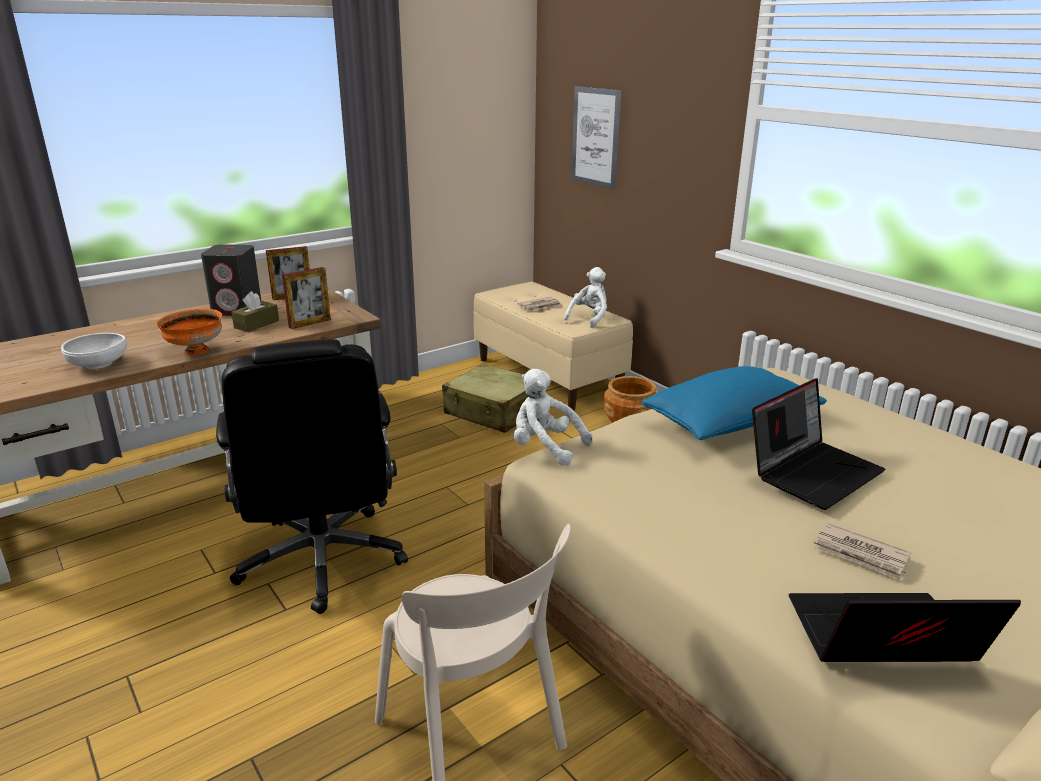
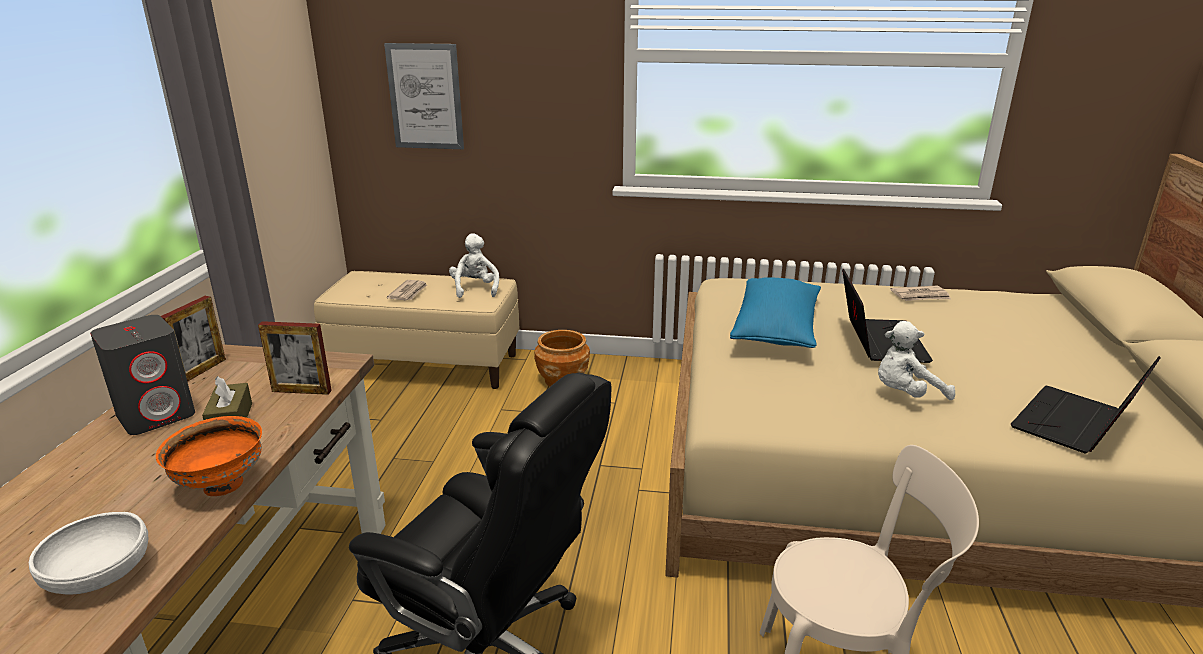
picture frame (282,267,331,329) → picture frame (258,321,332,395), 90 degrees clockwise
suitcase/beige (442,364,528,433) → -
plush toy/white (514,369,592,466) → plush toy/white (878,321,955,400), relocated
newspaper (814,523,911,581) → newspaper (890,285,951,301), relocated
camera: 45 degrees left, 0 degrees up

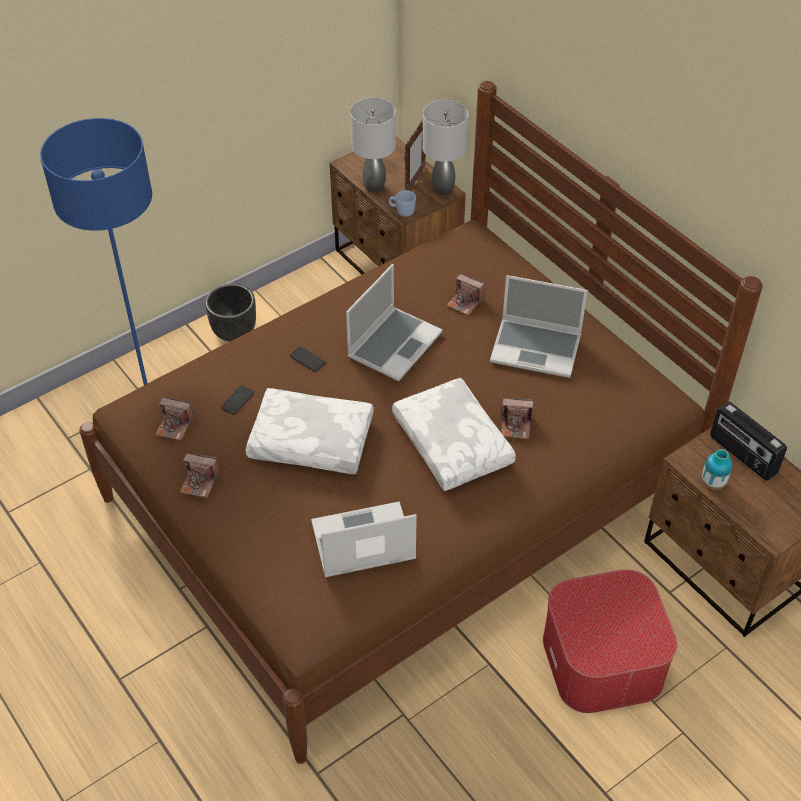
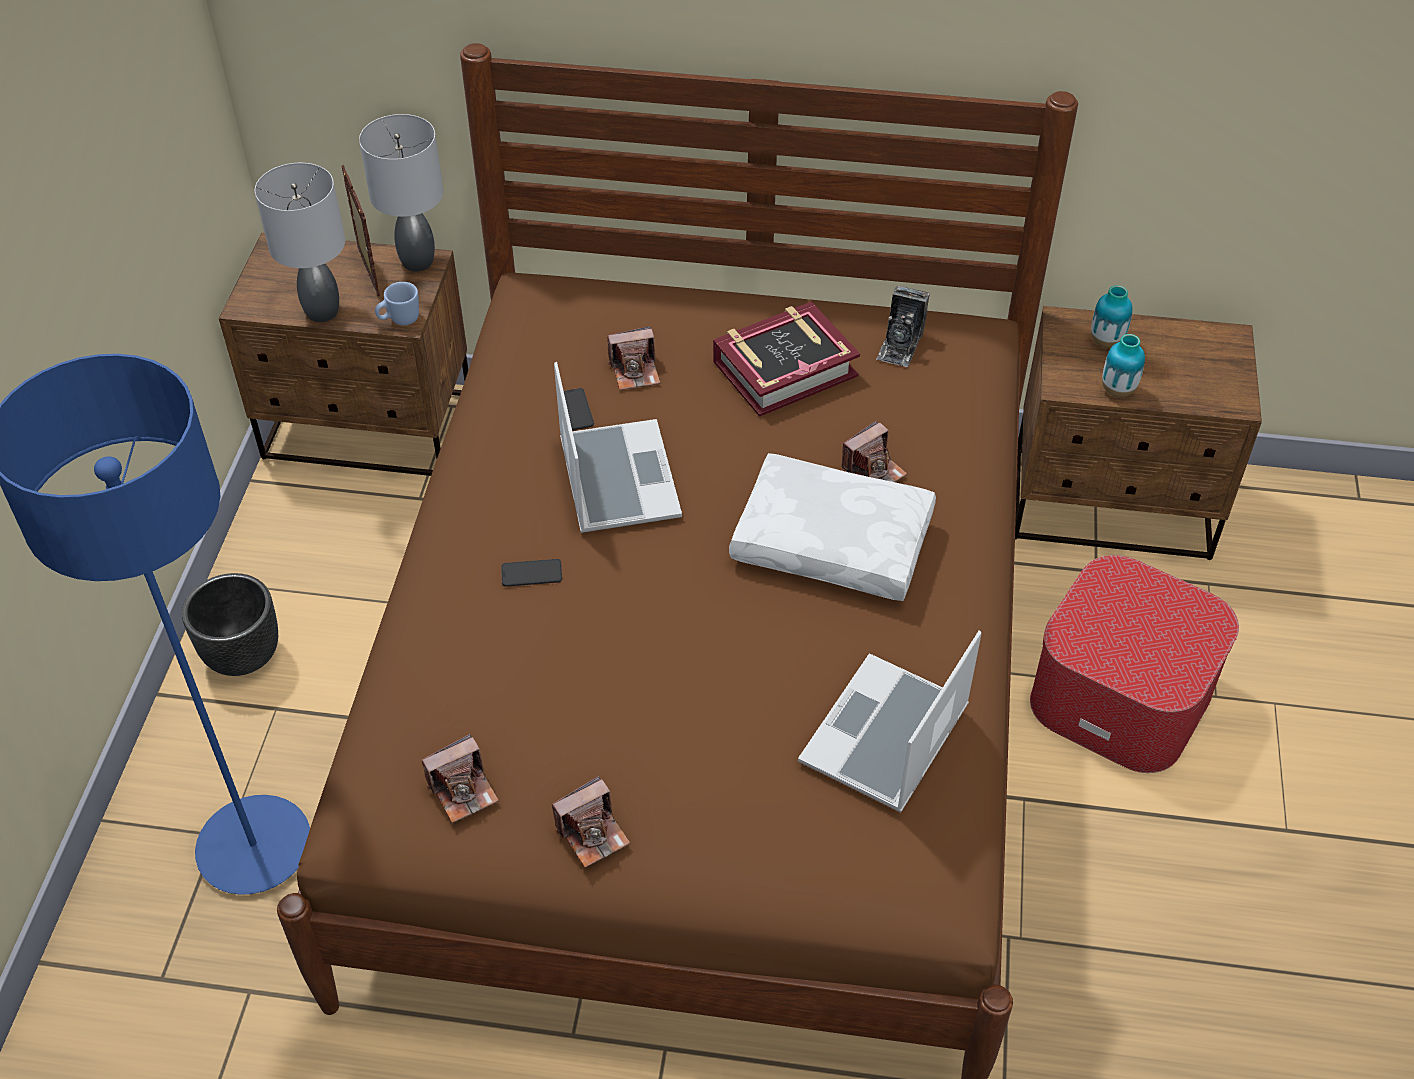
phone (221,385,254,415) → phone (564,388,594,430), relocated
pillow/white (245,388,374,474) → -
laptop (490,275,588,378) → book (713,301,860,417)
radio (710,402,787,481) → vase (1091,285,1132,348)
- → photo camera (876,286,930,367)
camera: 45 degrees left, 0 degrees up

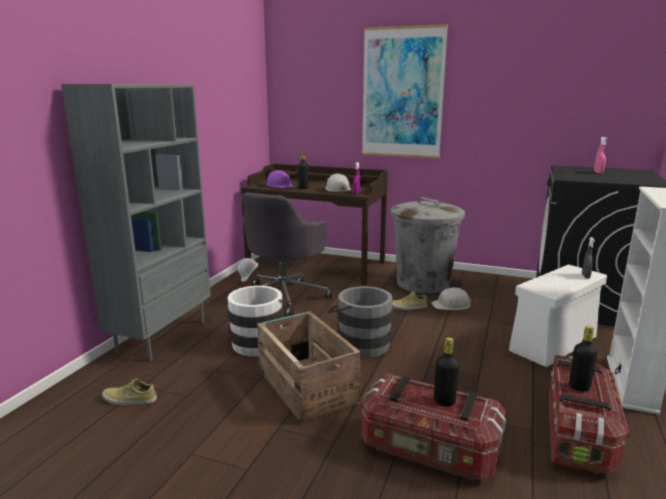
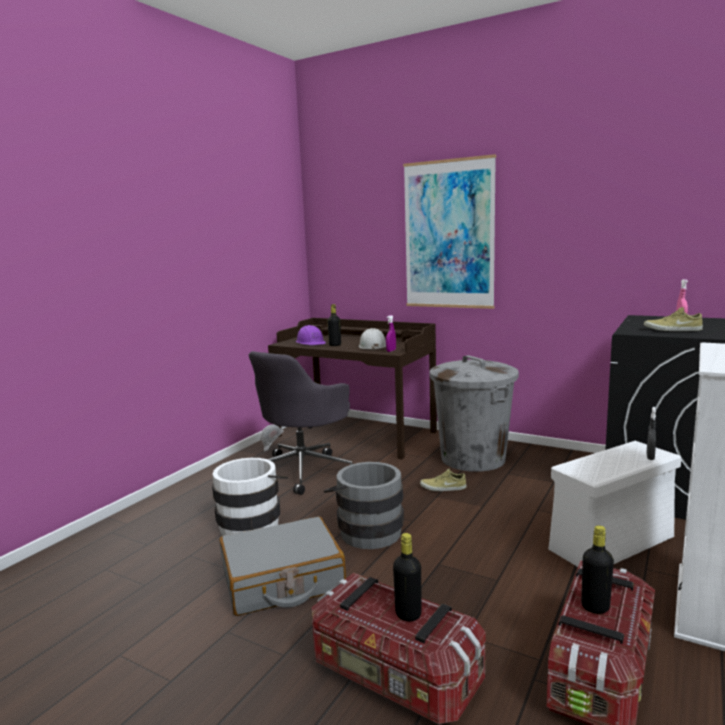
bookcase/grey (61,84,211,361) → -
shoe/beige (102,378,157,405) → shoe/beige (644,307,703,331), relocated
crate (257,311,361,423) → suitcase/grey (220,516,346,616)
hard hat/white (431,287,471,310) → -
camera: 10 degrees right, 5 degrees down

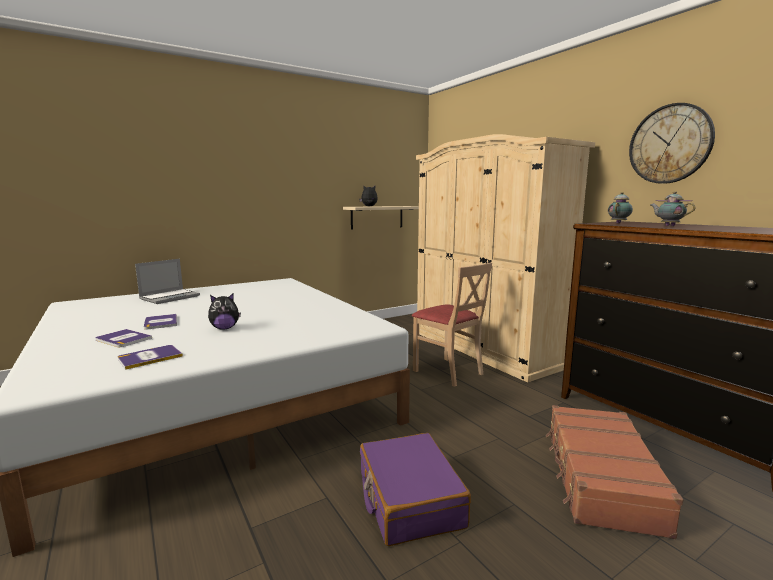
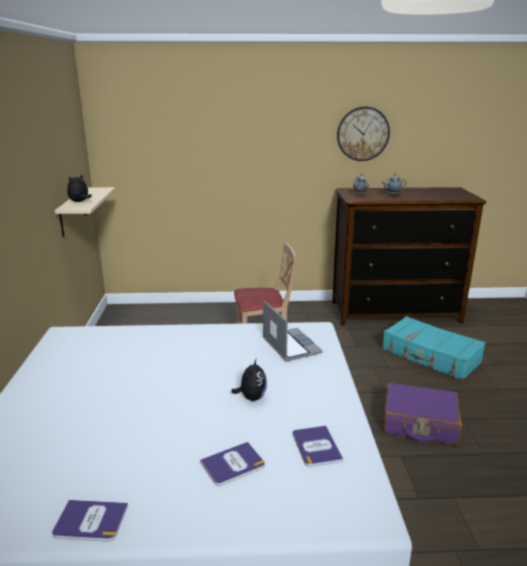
laptop (135,259,200,304) → laptop (263,300,323,361), relocated
book (144,314,177,330) → book (52,500,128,542), relocated
wardrobe/beige (416,134,595,383) → -
suitcase/brown (546,405,683,539) → suitcase/turquoise (382,316,486,381)
camera: 60 degrees left, 10 degrees up

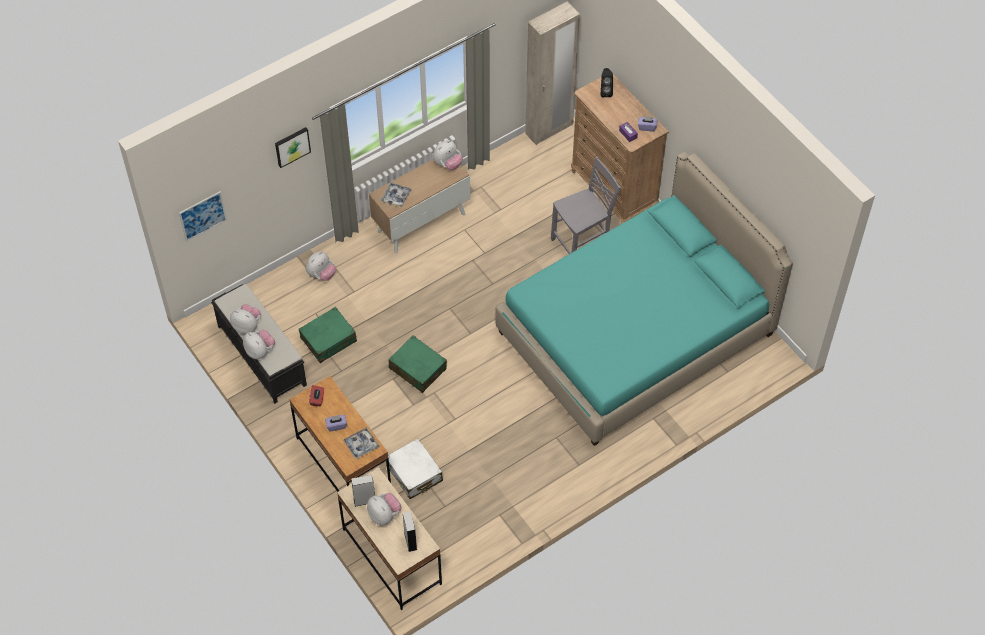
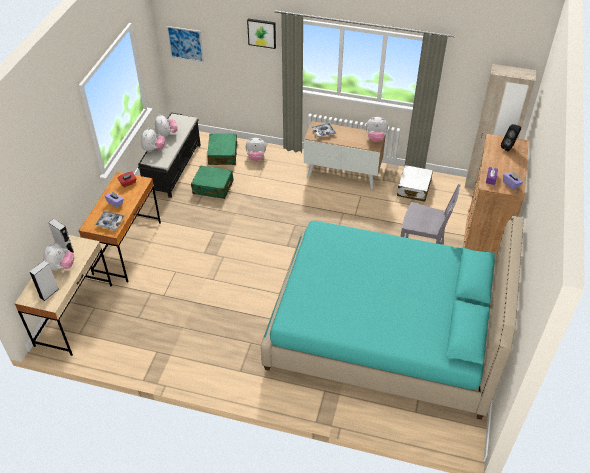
suitcase/white (386,439,443,499) → suitcase/white (397,165,433,202), relocated
suitcase/green (389,335,447,393) → suitcase/green (207,134,237,165), relocated
camera: 50 degrees right, 10 degrees down

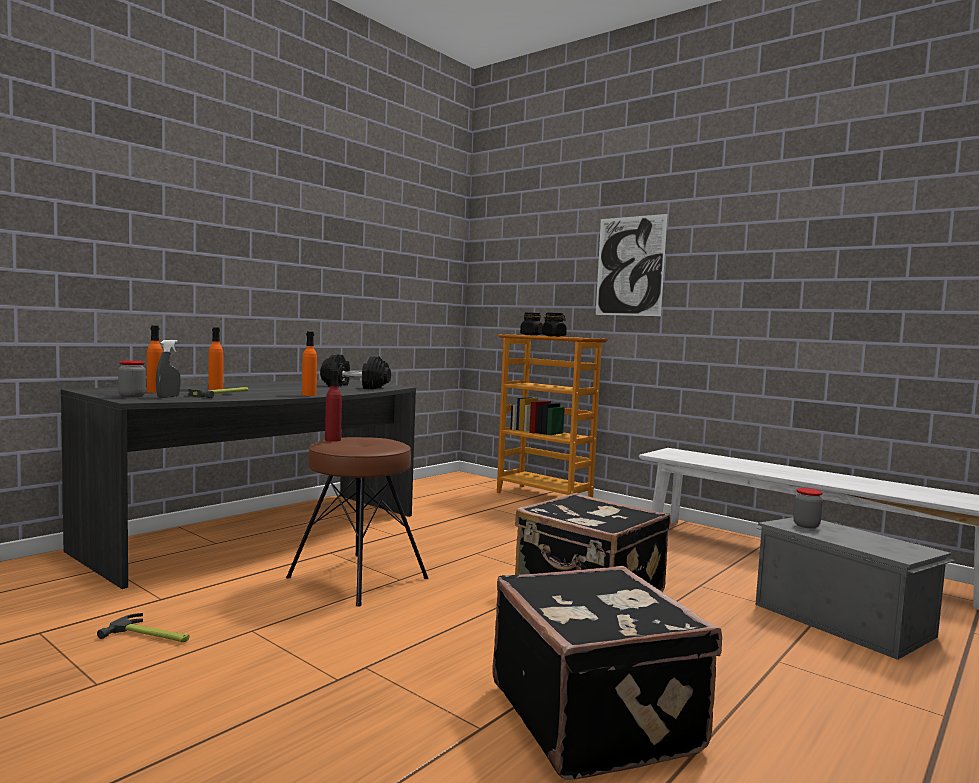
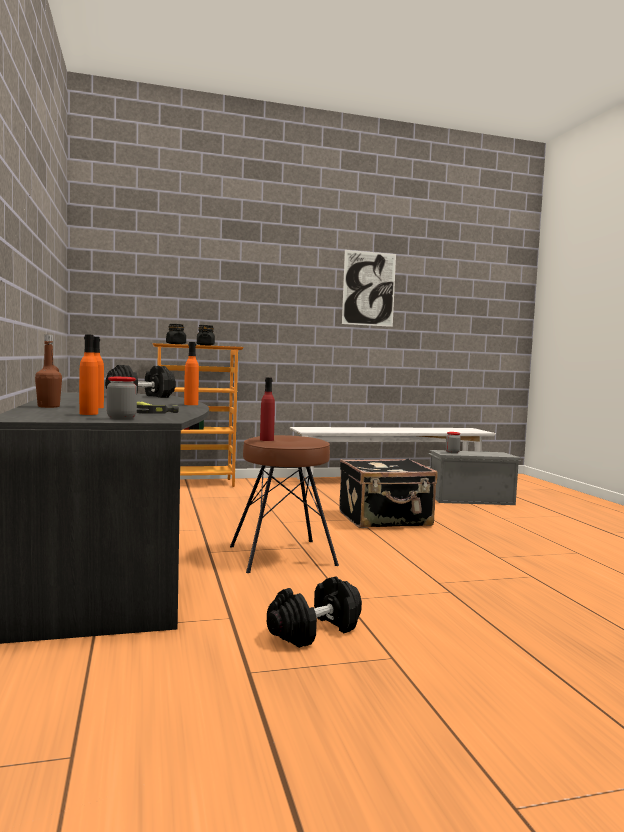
hammer (97,613,190,643) → dumbbell/black (267,576,362,648)
spray bottle/grey (156,340,181,398) → -
suitcase/black (493,566,722,780) → -
picture (596,214,668,316) → picture (342,250,396,327), relocated
- → bottle/brown (35,335,62,408)
camera: 55 degrees left, 0 degrees up

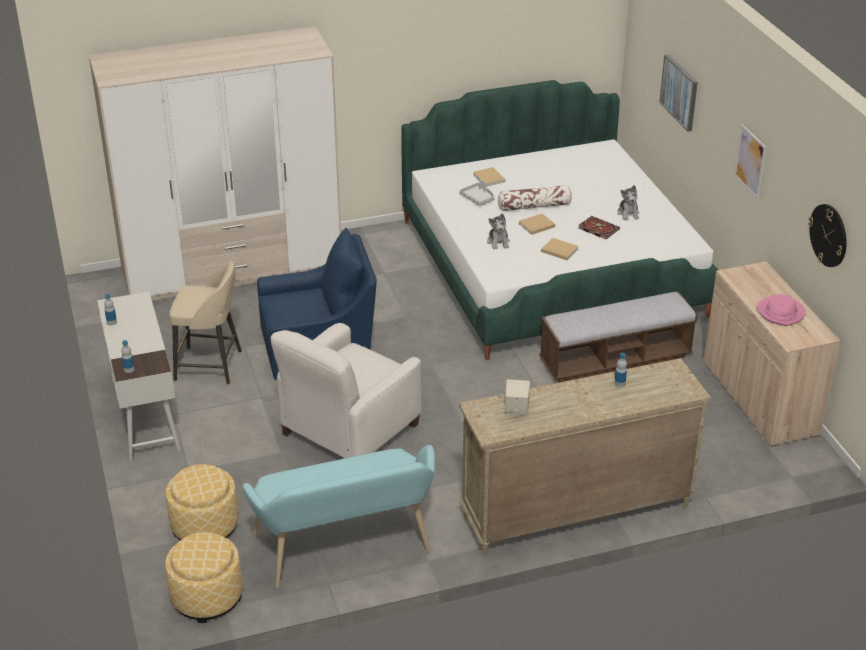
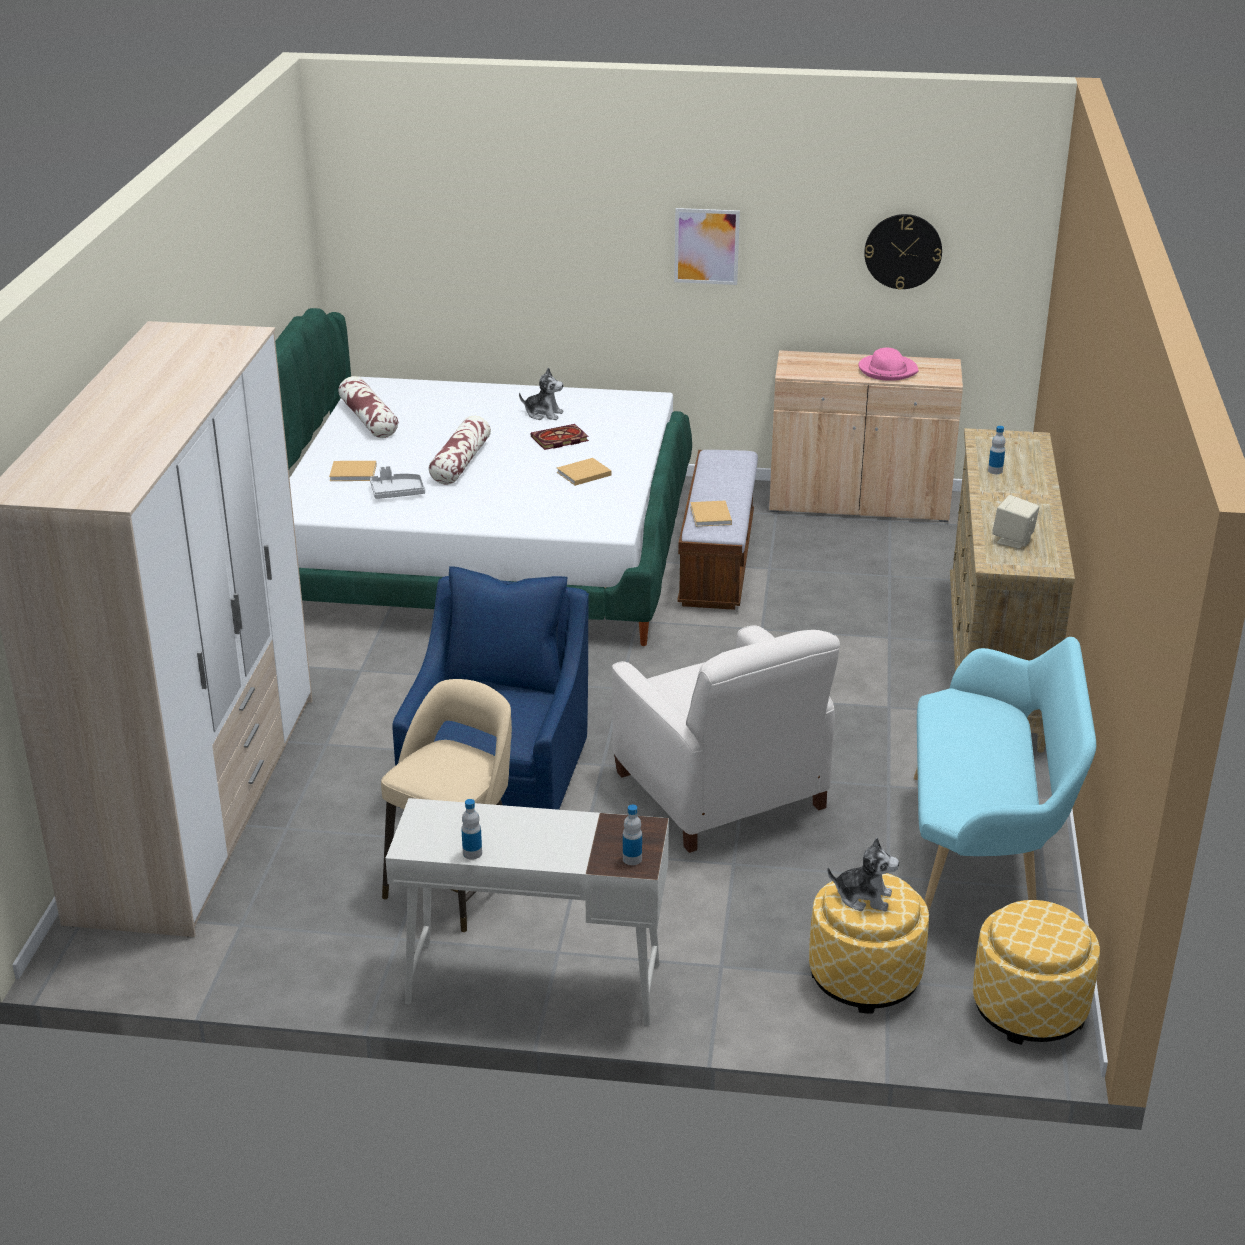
plush toy (487,213,510,250) → plush toy (827,838,899,911), relocated
book/beige (519,214,555,235) → book/beige (690,501,732,527), relocated
picture (659,55,698,131) → -
- → pillow (338,376,398,438)
camera: 65 degrees left, 5 degrees down

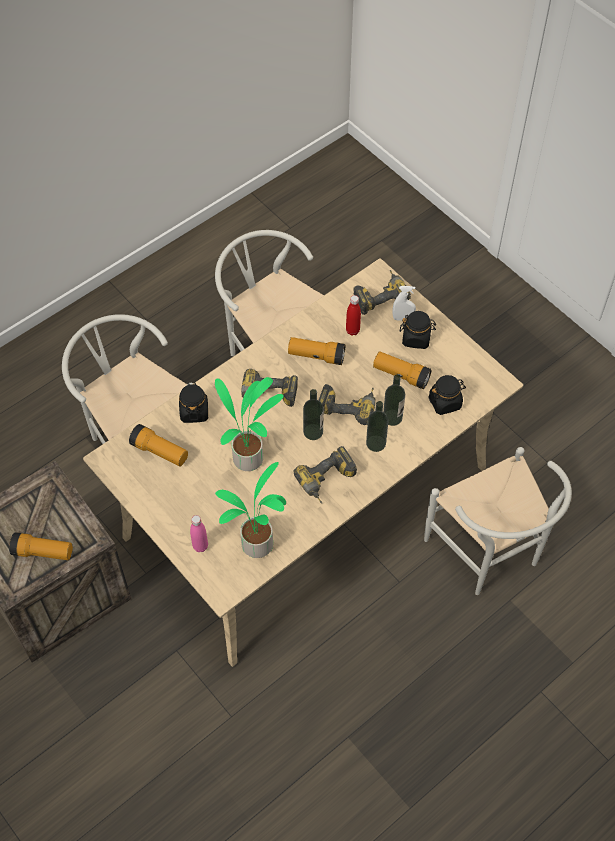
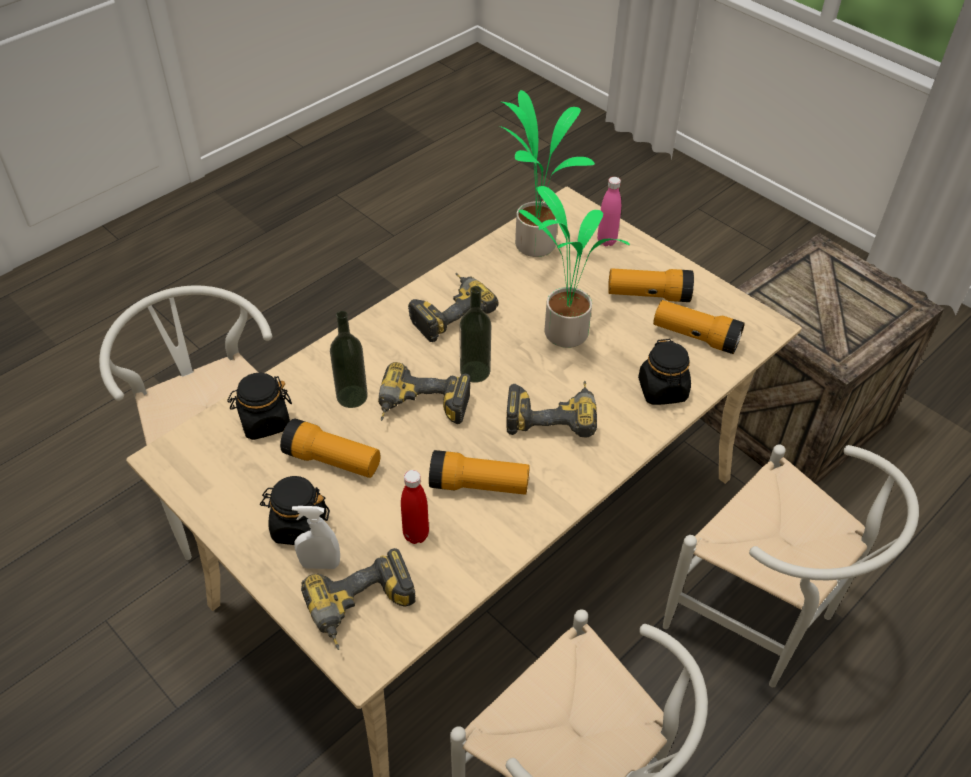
flashlight (9,532,73,560) → flashlight (608,269,694,302), relocated
bottle (366,401,388,452) → -
camera: 175 degrees right, 10 degrees down

